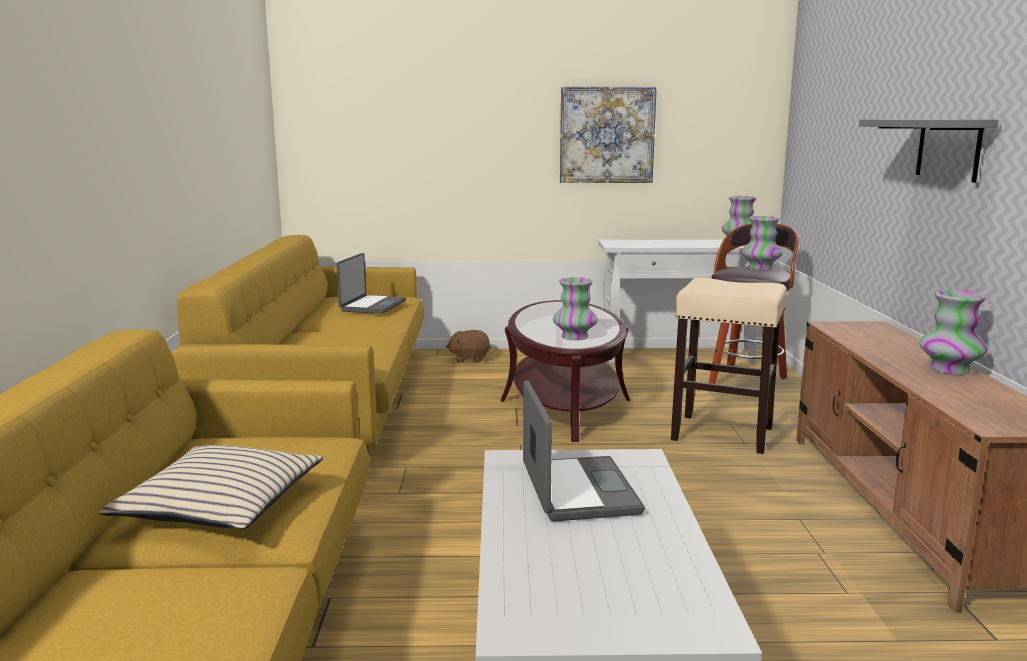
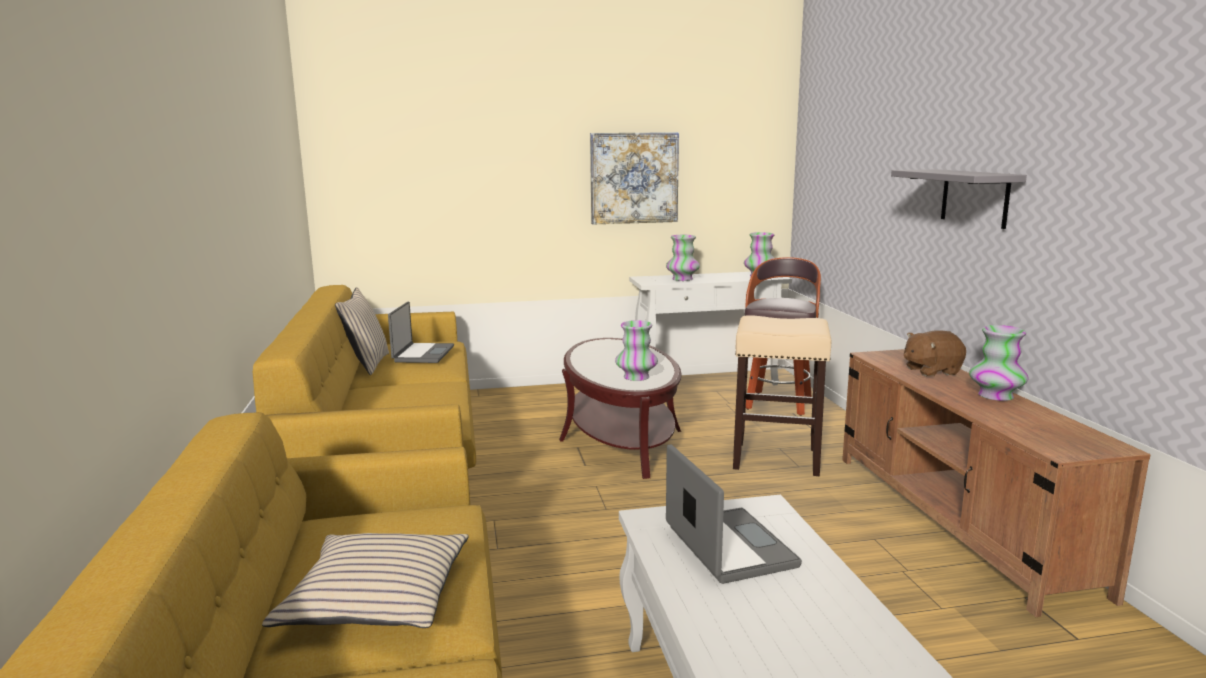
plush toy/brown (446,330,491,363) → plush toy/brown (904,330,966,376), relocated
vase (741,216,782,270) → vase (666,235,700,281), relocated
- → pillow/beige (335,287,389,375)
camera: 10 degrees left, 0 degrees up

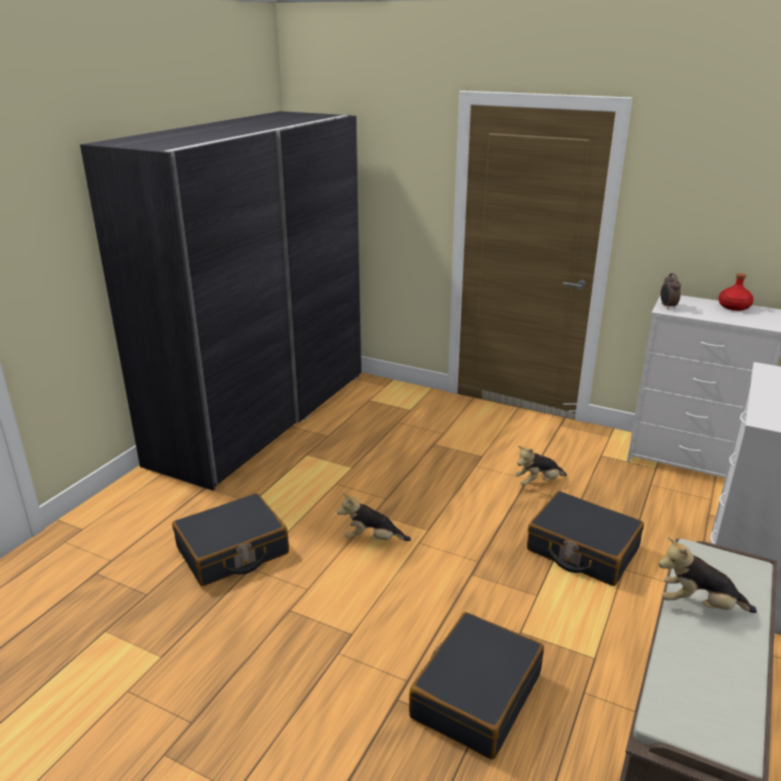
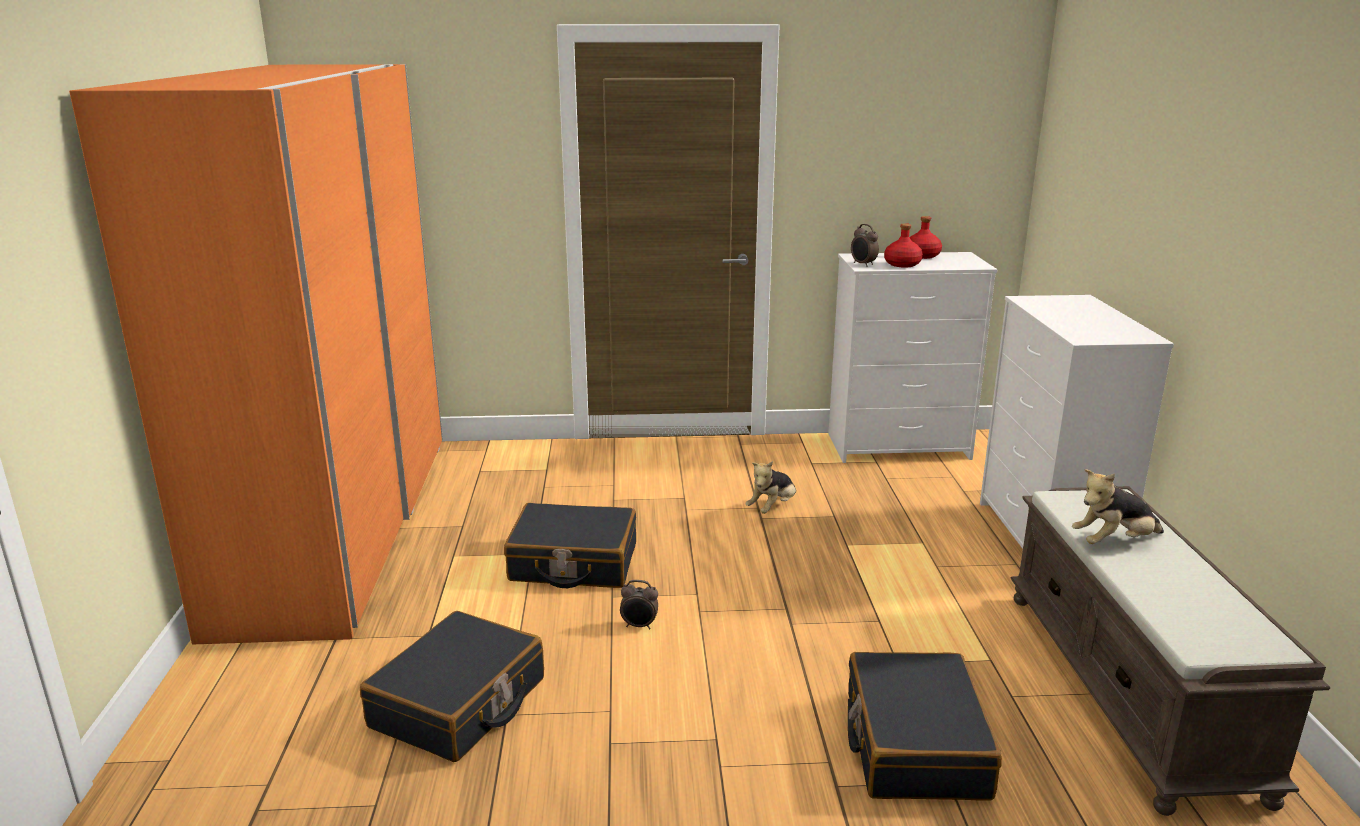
wardrobe/grey (80,111,362,491) → wardrobe/orange (69,64,443,644)
plush toy (337,493,411,541) → alarm clock (620,580,658,629)
suitcase/black (527,491,644,586) → suitcase/black (504,503,636,588), relocated
- → bottle/red (884,223,923,267)
camera: 30 degrees left, 5 degrees down

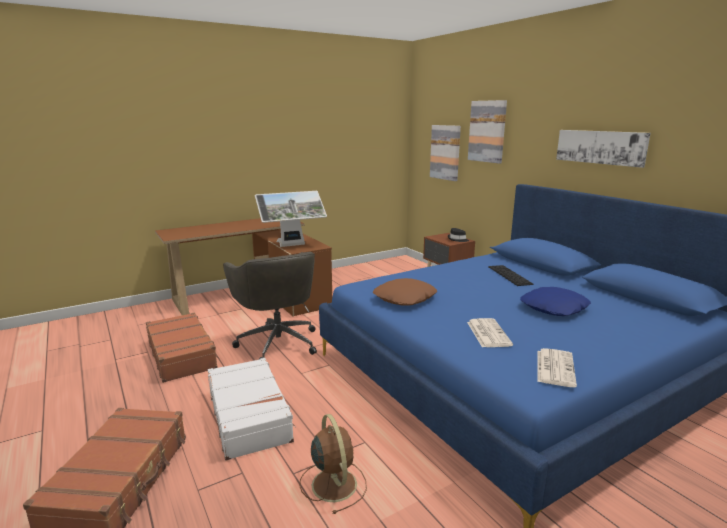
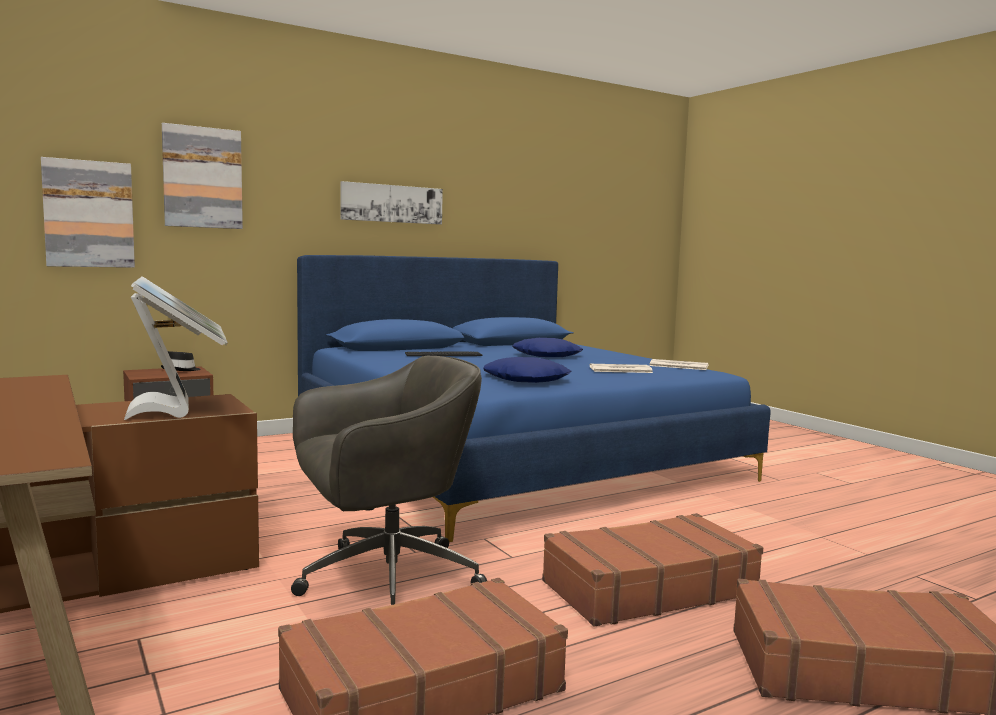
suitcase/white (208,358,295,461) → suitcase/brown (542,513,763,627)
fan/brown (299,414,367,514) → -
pillow/brown (373,278,437,306) → pillow/blue (483,357,571,383)
camera: 90 degrees left, 10 degrees down

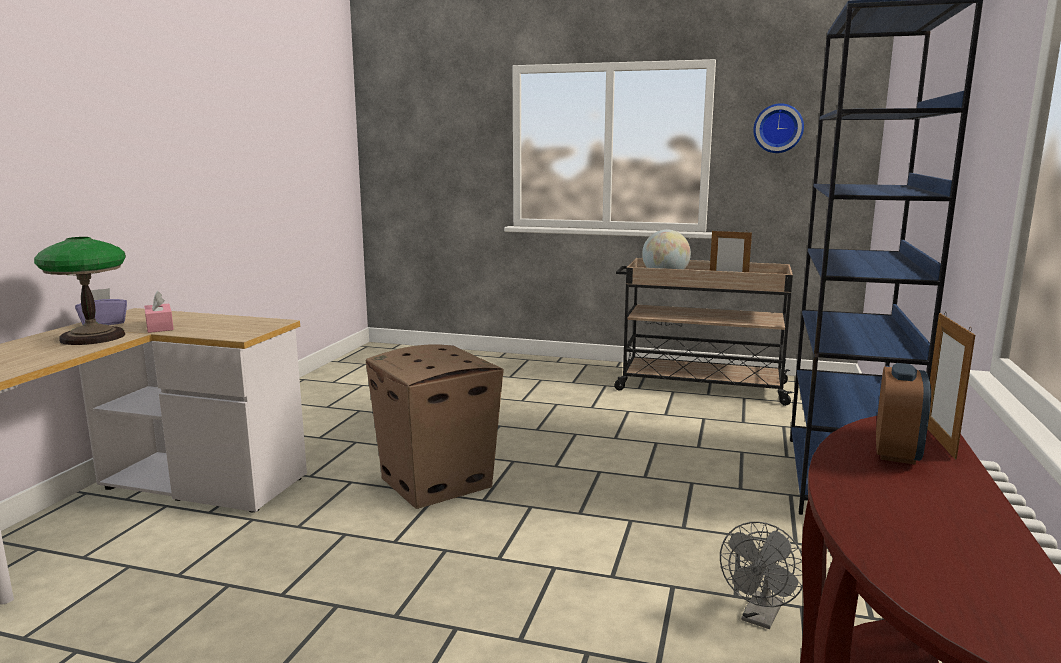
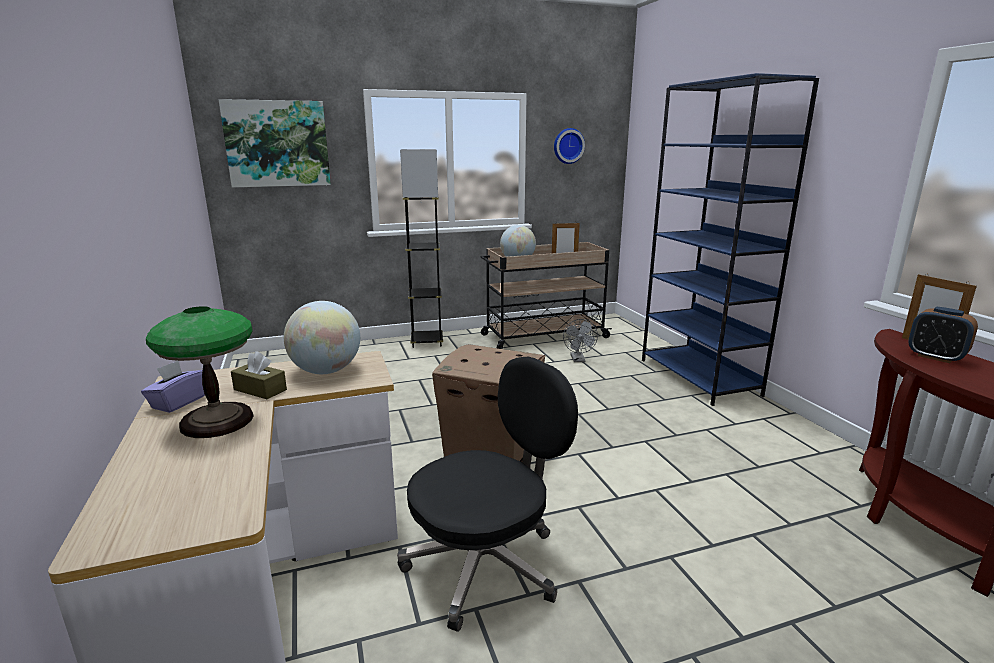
tissue box/pink (144,290,174,333) → tissue box/brown (231,351,287,399)
fan/grey (720,522,803,629) → fan/grey (563,319,598,362), relocated
alarm clock (876,363,931,465) → alarm clock (908,307,978,363), 150 degrees clockwise
- → picture (218,99,331,187)
- → globe (284,301,360,374)
- → office chair/black (397,357,578,632)
- → floor lamp/grey (400,149,443,348)
camera: 35 degrees left, 5 degrees up

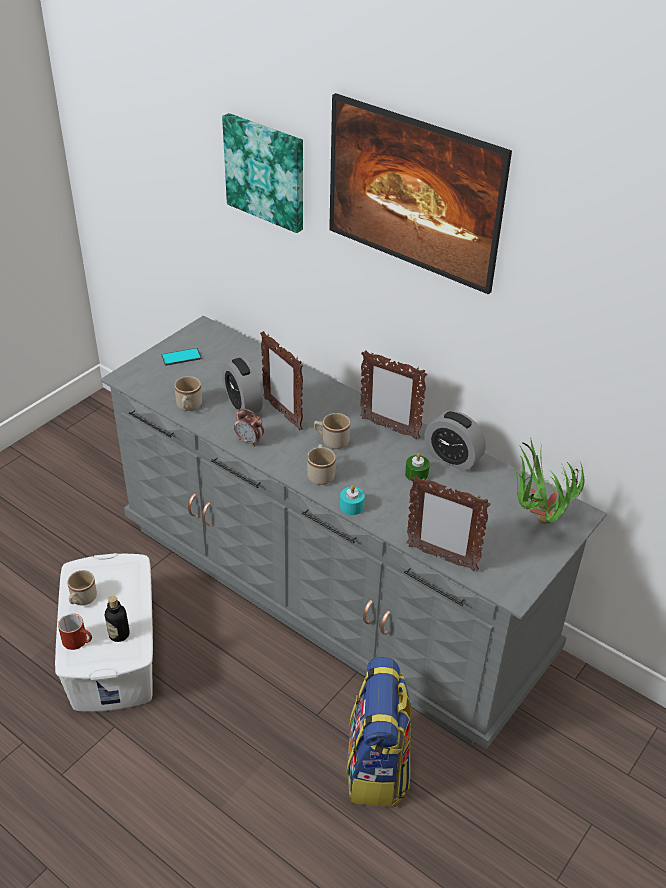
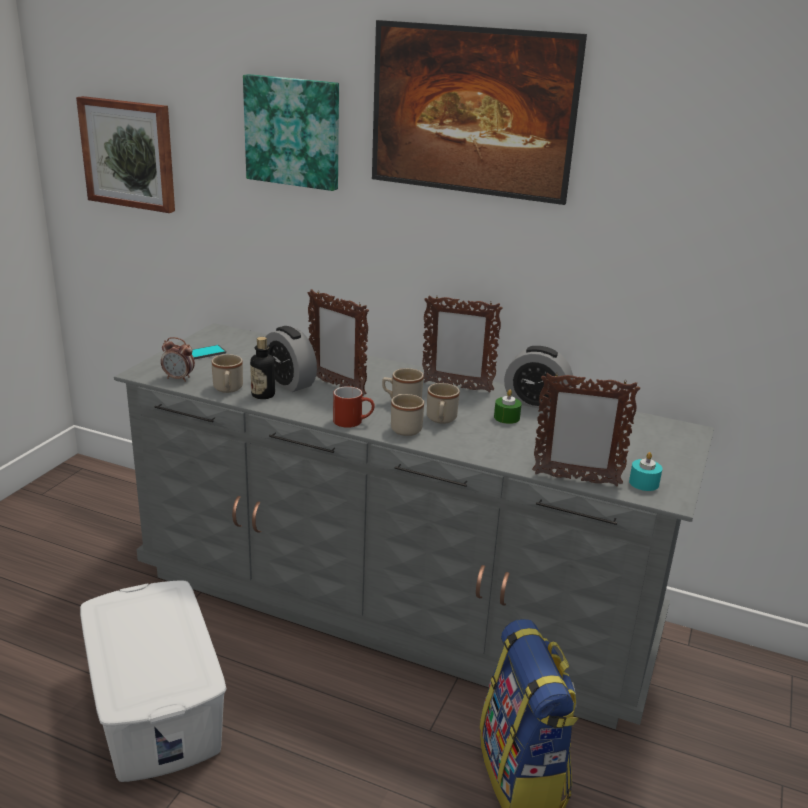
mug/red (58,614,92,650) → mug/red (333,386,375,428), relocated
mug/beige (67,570,97,605) → mug/beige (427,383,460,424), relocated
bottle (105,596,130,642) → bottle (250,337,275,399), relocated
alarm clock (234,408,264,447) → alarm clock (161,337,195,382), relocated
candle/turquoise (340,485,365,515) → candle/turquoise (629,452,663,491), relocated
potted plant (512,440,584,524) → -
- → picture (76,96,175,213)
camera: 15 degrees left, 15 degrees down

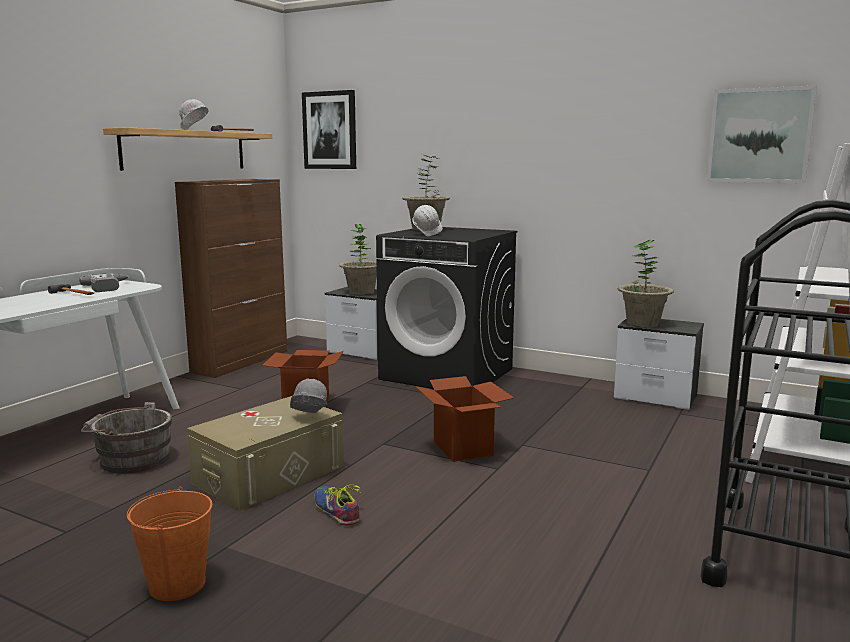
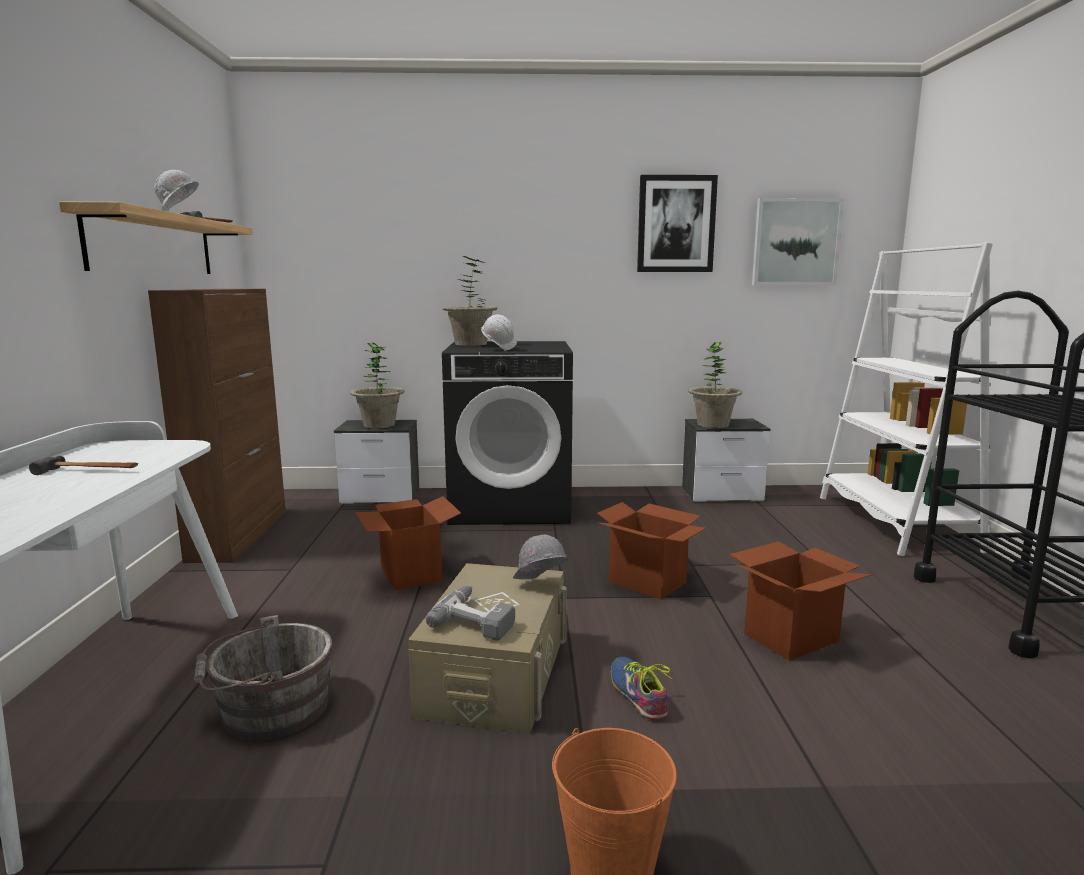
power drill (79,273,129,292) → power drill (426,586,515,641), relocated
picture (302,90,356,169) → picture (637,175,718,272), relocated
shoe (314,485,361,526) → shoe (611,657,672,720), 45 degrees clockwise
- → cardboard box (729,541,872,661)
camera: 30 degrees left, 0 degrees up

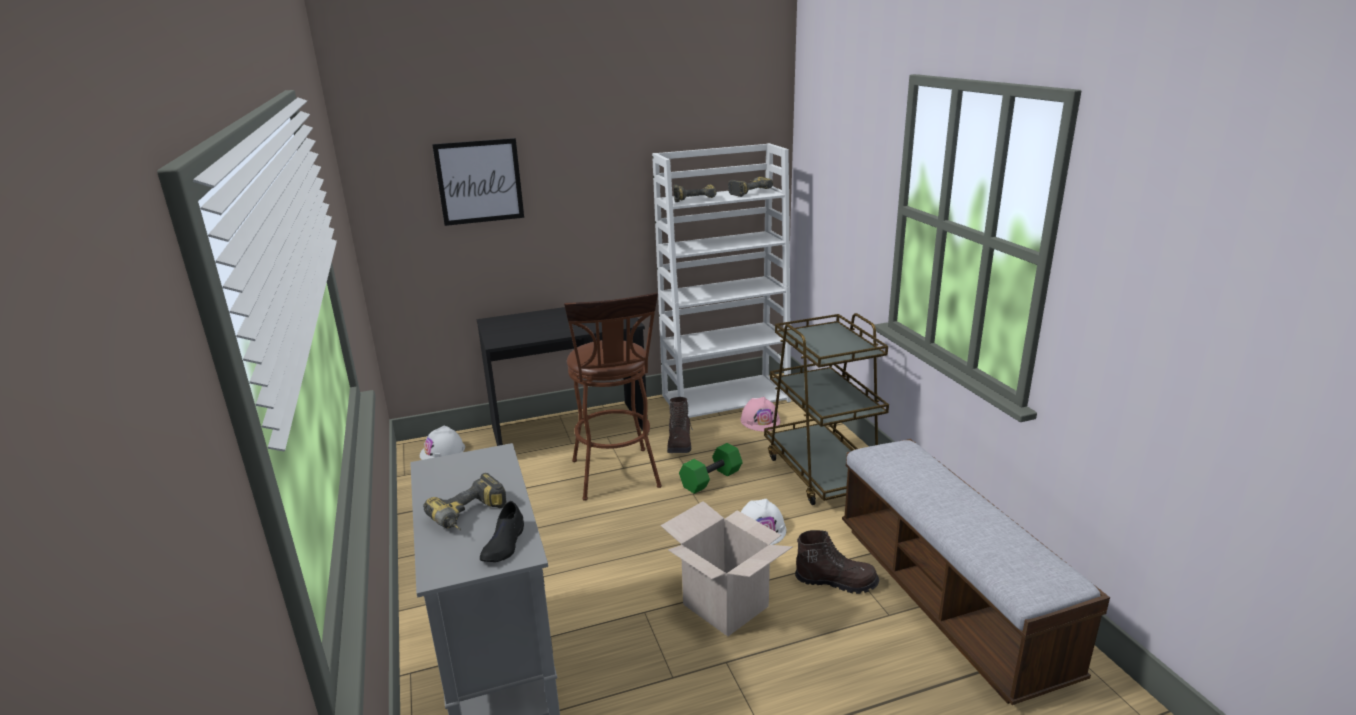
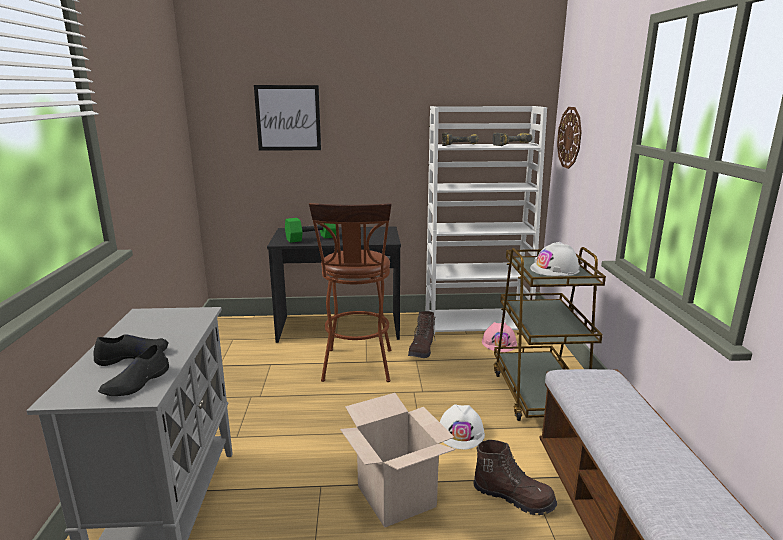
hard hat/white (420,426,465,460) → hard hat/white (530,242,580,276), relocated
power drill (423,473,507,530) → shoe/black (93,334,168,366)
dumbbell/green (679,443,743,494) → dumbbell/green (285,218,336,243), relocated
- → wall clock (557,107,582,169)
camera: 15 degrees right, 5 degrees down

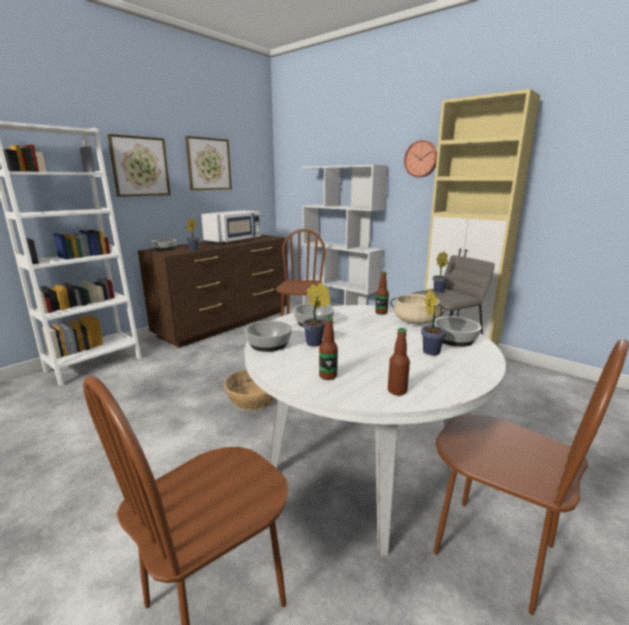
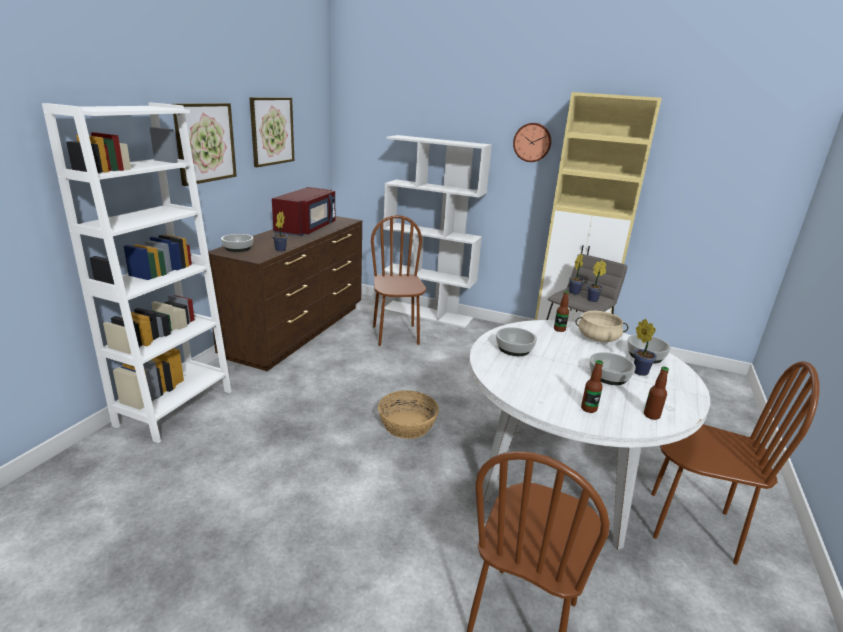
microwave/white (201,210,261,244) → microwave/red (272,187,335,236)
bowl (245,321,292,352) → bowl (589,352,636,385), relocated
potted plant (303,283,331,347) → potted plant (587,260,606,302), relocated
camera: 20 degrees left, 5 degrees up

